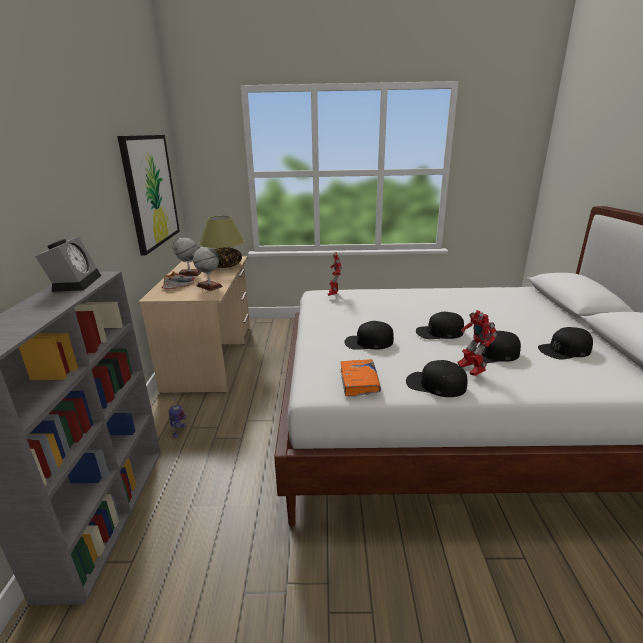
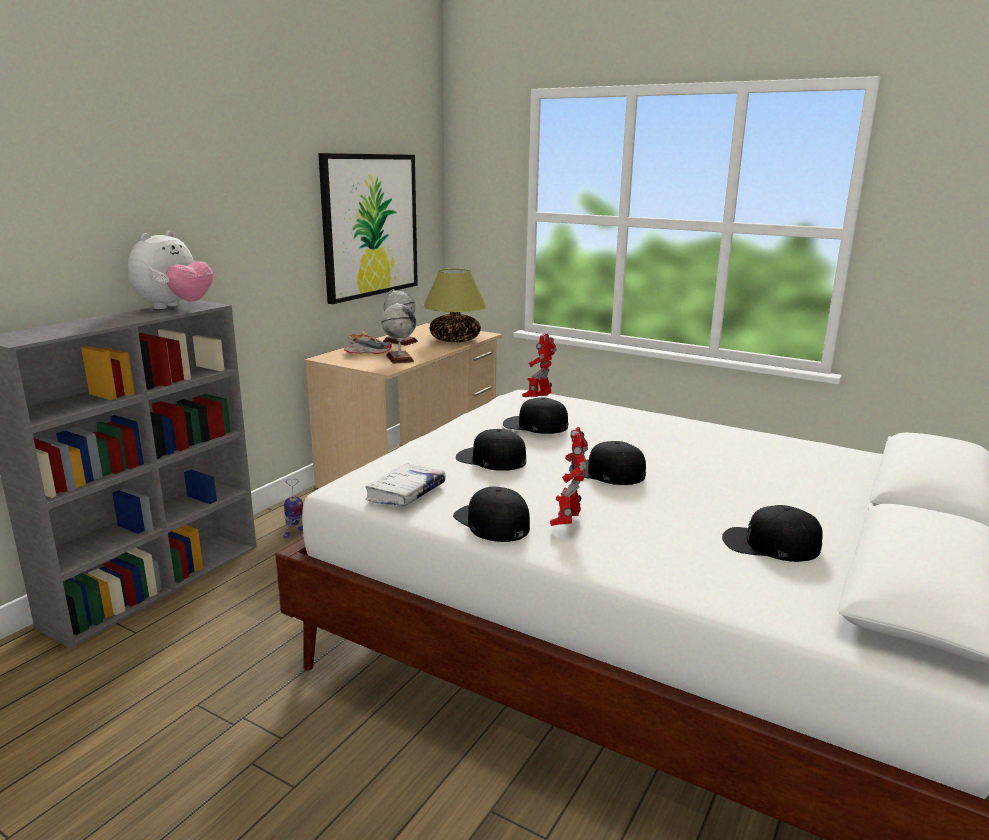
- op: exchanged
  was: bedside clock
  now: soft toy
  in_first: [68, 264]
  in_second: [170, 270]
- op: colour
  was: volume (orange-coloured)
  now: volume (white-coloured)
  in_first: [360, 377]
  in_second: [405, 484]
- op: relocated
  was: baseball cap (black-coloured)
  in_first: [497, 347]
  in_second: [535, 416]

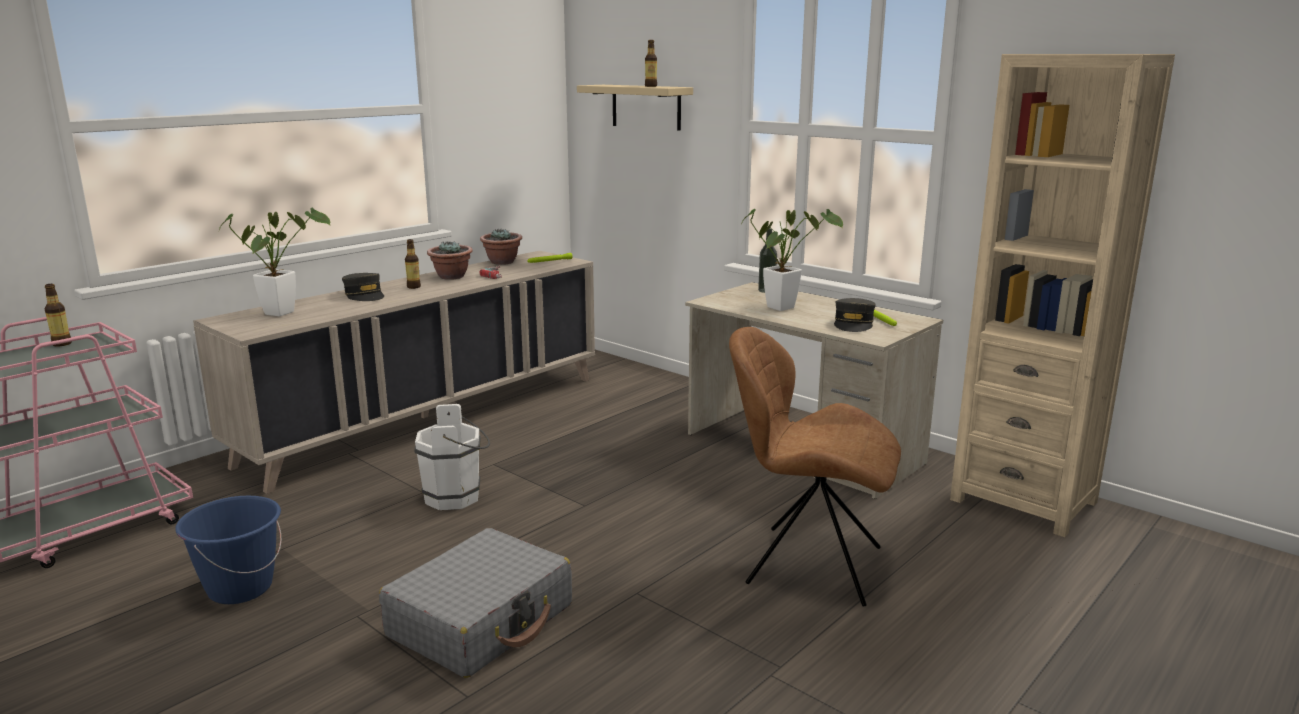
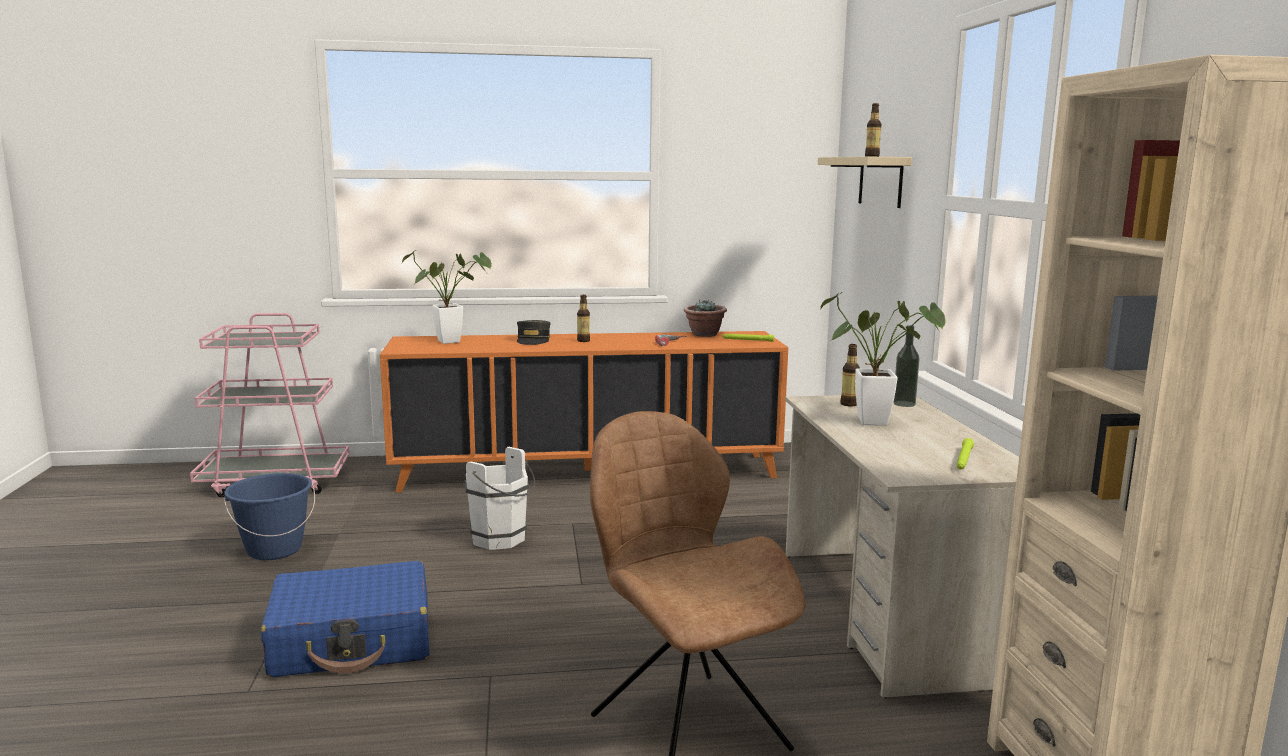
- op: colour
  was: travel case (greyish)
  now: travel case (blue)
  in_first: [475, 603]
  in_second: [345, 619]
- op: colour
  was: cabinet (beige)
  now: cabinet (orange-coloured)
  in_first: [394, 372]
  in_second: [584, 411]
- op: relocated
  was: drink bottle
  in_first: [58, 315]
  in_second: [850, 375]
- op: missing
  was: potted plant
  in_first: [450, 260]
- op: missing
  was: baseball cap (greyish)
  in_first: [855, 315]

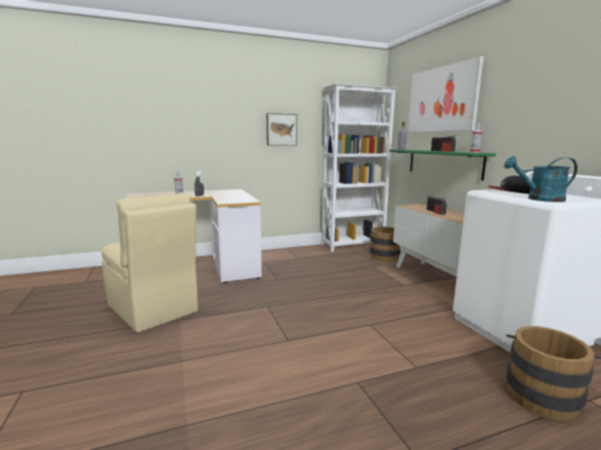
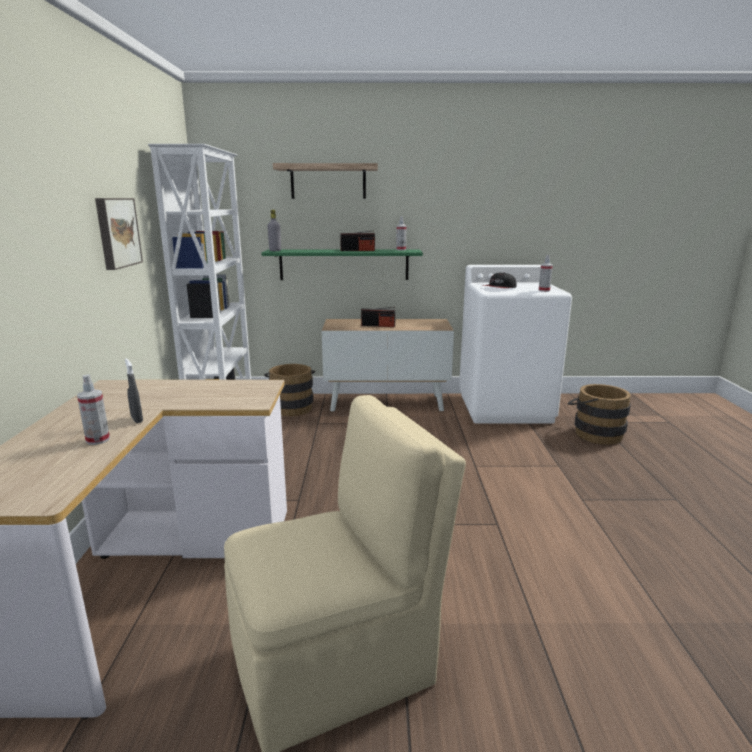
- op: exchanged
  was: wall picture
  now: shelf
  in_first: [446, 94]
  in_second: [325, 181]
- op: exchanged
  was: watering pot (turquoise-coloured)
  now: sprayer
  in_first: [541, 179]
  in_second: [546, 273]

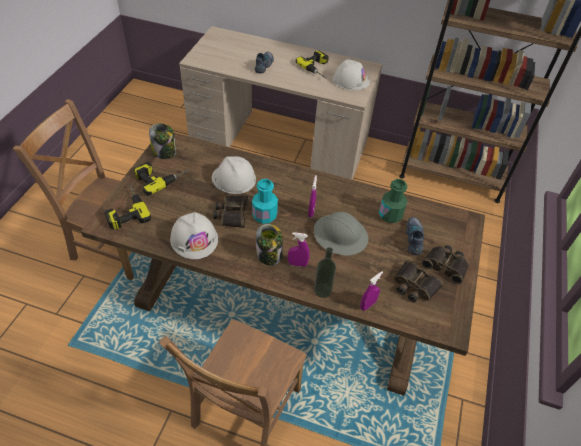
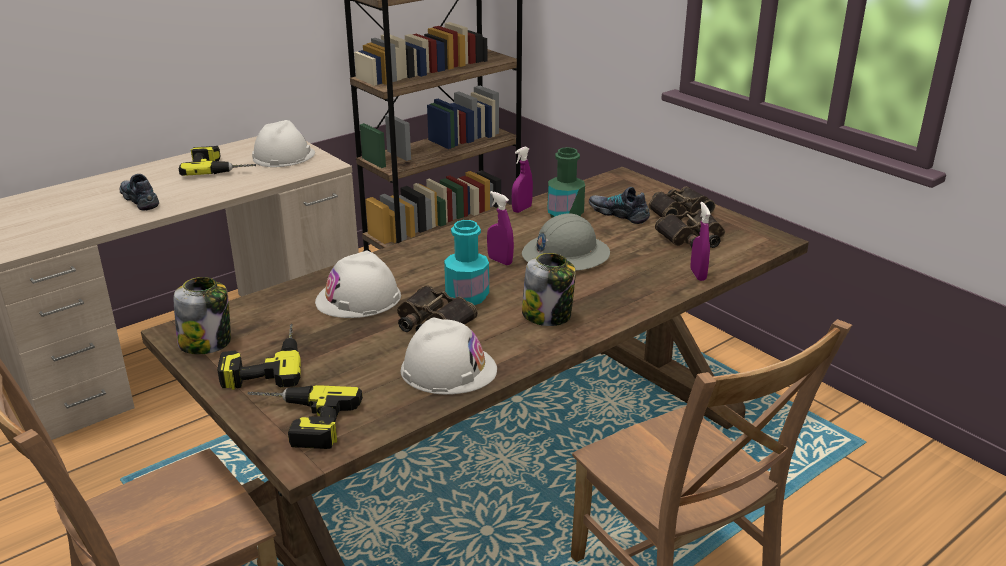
- op: relocated
  was: sprayer (purple-coloured)
  in_first: [299, 249]
  in_second: [522, 180]
- op: missing
  was: drink bottle
  in_first: [325, 272]

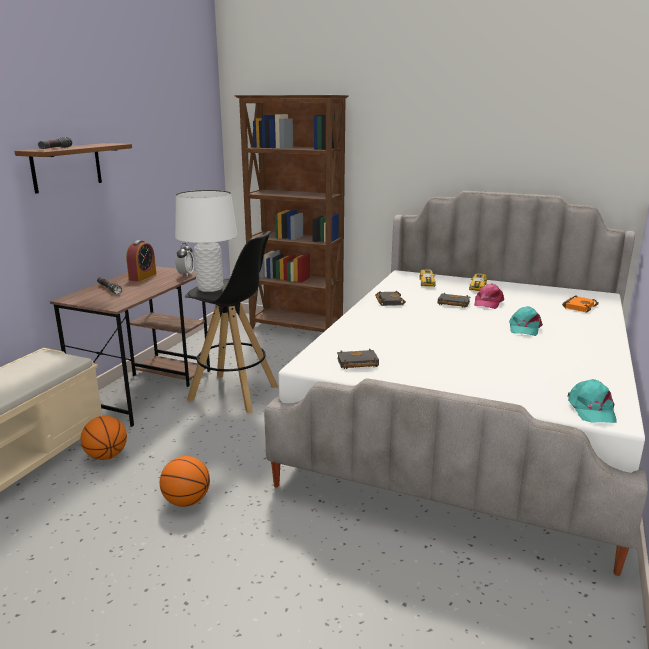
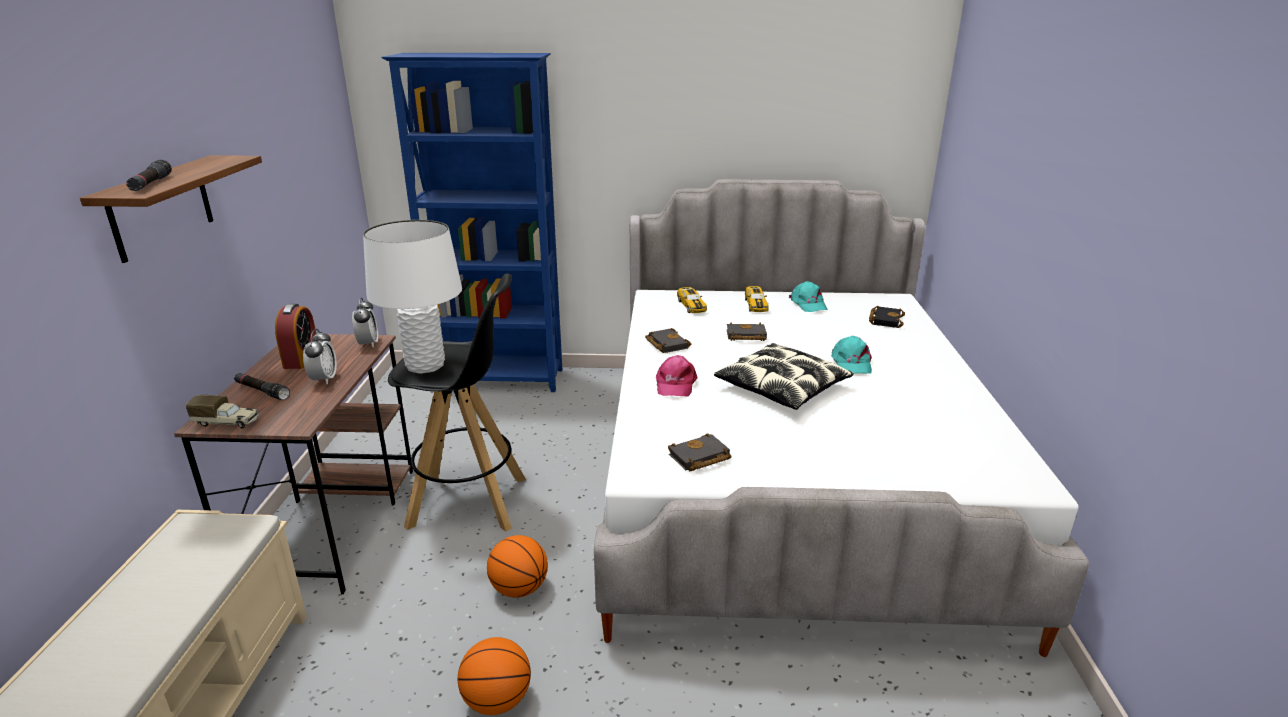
- op: appeared
  now: model truck
  in_second: [222, 412]
- op: appeared
  now: bedside clock
  in_second: [320, 356]
- op: colour
  was: shelving unit (brown-coloured)
  now: shelving unit (blue)
  in_first: [292, 213]
  in_second: [471, 222]
- op: relocated
  was: basketball
  in_first: [104, 438]
  in_second: [517, 566]
- op: relocated
  was: baseball cap (pinkish)
  in_first: [489, 296]
  in_second: [677, 375]
- op: appeared
  now: pillow
  in_second: [784, 376]
- op: relocated
  was: baseball cap (turquoise-coloured)
  in_first: [591, 401]
  in_second: [808, 296]
- op: colour
  was: volume (orange-coloured)
  now: volume (black-coloured)
  in_first: [580, 303]
  in_second: [887, 317]

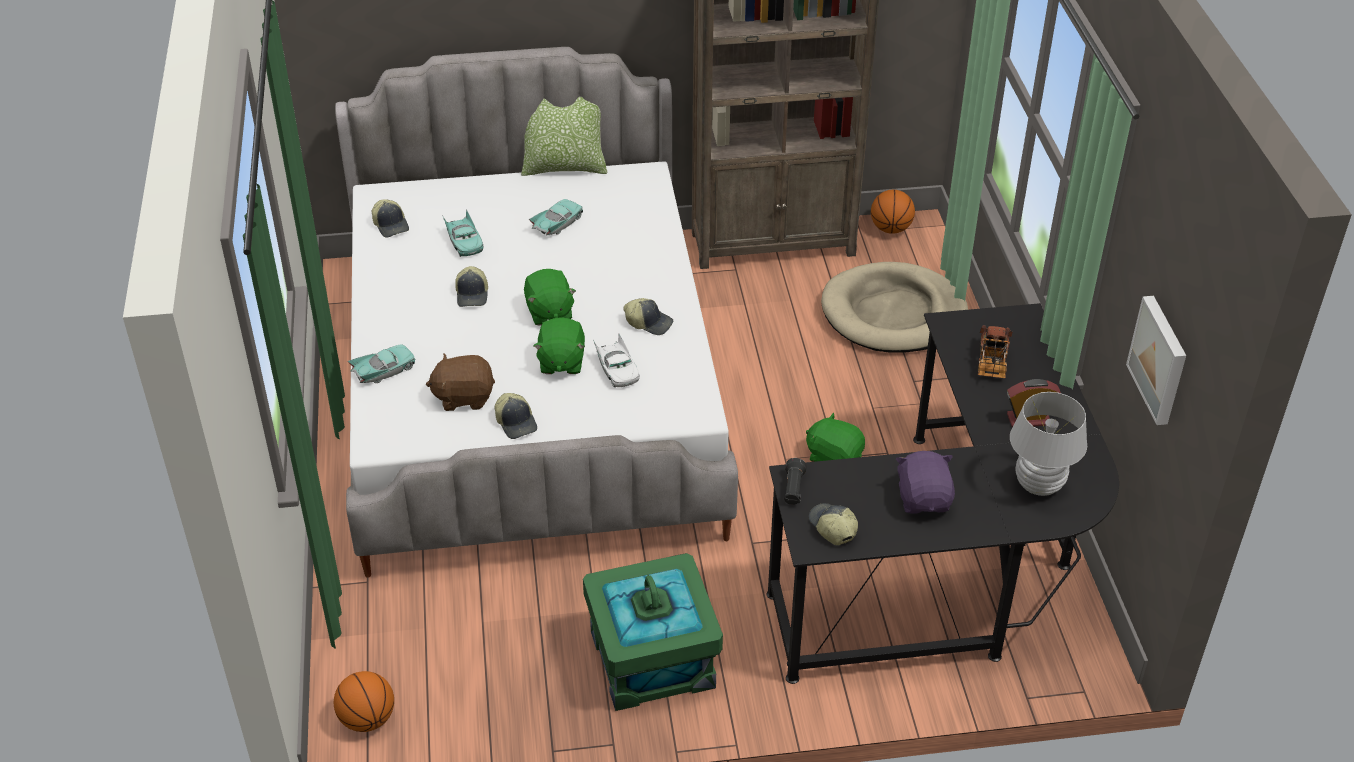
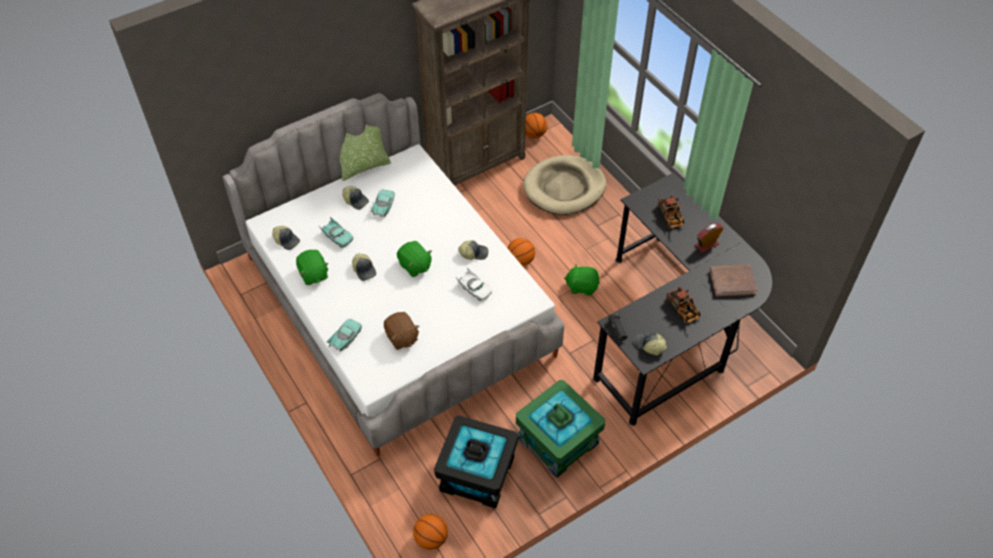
- op: relocated
  was: soft toy (green-coloured)
  in_first: [559, 345]
  in_second: [312, 267]
- op: relocated
  was: baseball cap
  in_first: [515, 416]
  in_second: [355, 198]
- op: spun
  was: soft toy (brown-coloured)
  in_first: [460, 382]
  in_second: [401, 331]
  clockwise: -90
- op: appeared
  now: storage bin (black-coloured)
  in_second: [476, 461]
- op: appeared
  now: basketball
  in_second: [521, 252]
- op: exchanged
  was: soft toy (purple-coloured)
  now: model truck
  in_first: [925, 482]
  in_second: [683, 304]
- op: exchanged
  was: tabletop lamp (white-coloured)
  now: volume (brown-coloured)
  in_first: [1048, 444]
  in_second: [734, 280]
- op: missing
  was: wall picture
  in_first: [1156, 360]

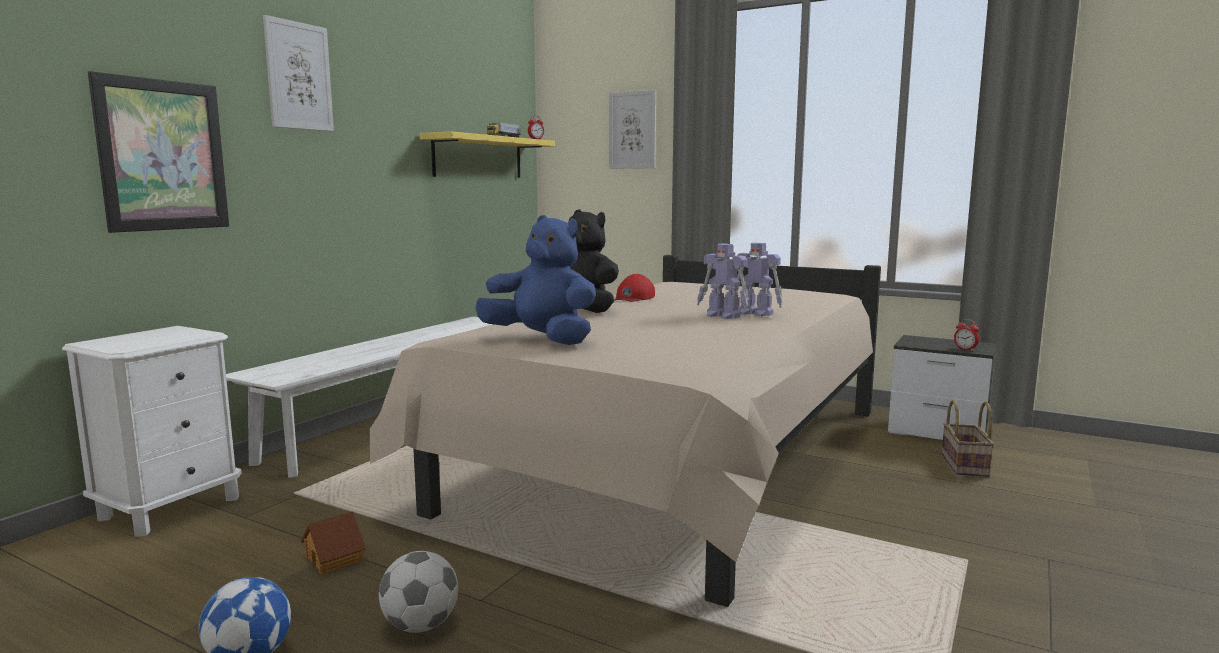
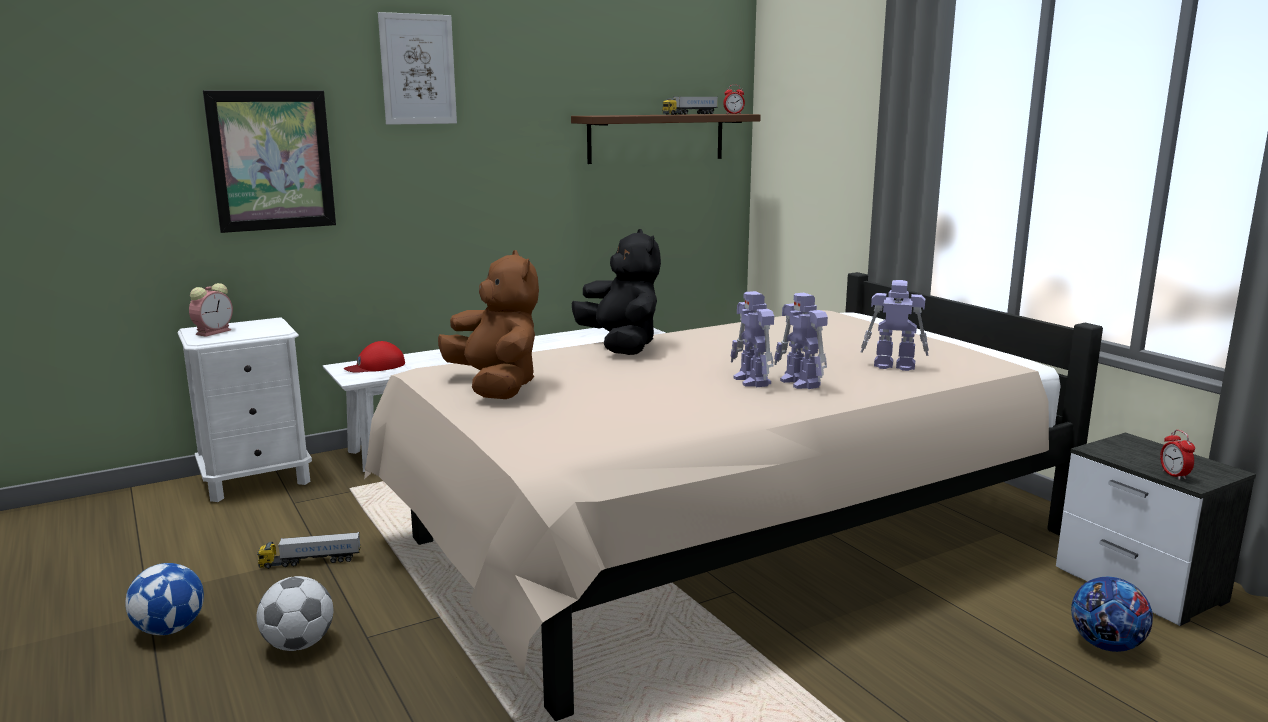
- op: appeared
  now: bedside clock
  in_second: [211, 310]
- op: exchanged
  was: model house
  now: model truck
  in_first: [333, 543]
  in_second: [309, 550]
- op: relocated
  was: baseball cap (red-coloured)
  in_first: [634, 288]
  in_second: [374, 357]
- op: colour
  was: soft toy (blue)
  now: soft toy (brown-coloured)
  in_first: [535, 280]
  in_second: [488, 324]
- op: colour
  was: shelf (yellowish)
  now: shelf (brown-coloured)
  in_first: [487, 154]
  in_second: [666, 139]
- op: appeared
  now: toy robot
  in_second: [895, 325]
- op: exchanged
  was: storage basket
  now: football
  in_first: [968, 438]
  in_second: [1112, 614]
- op: missing
  was: wall picture
  in_first: [632, 129]

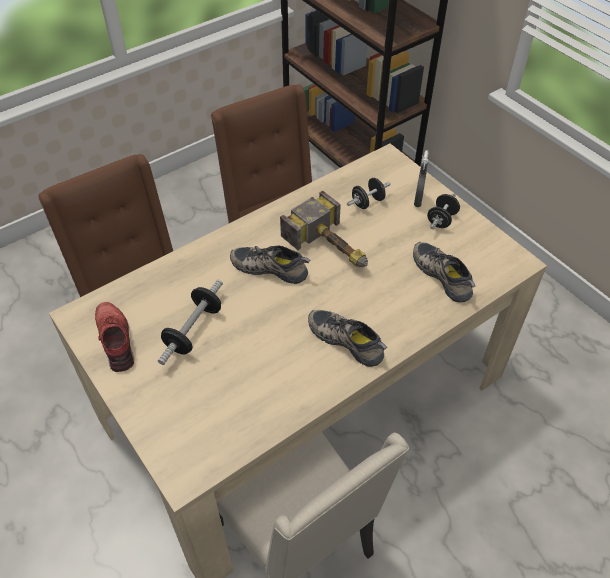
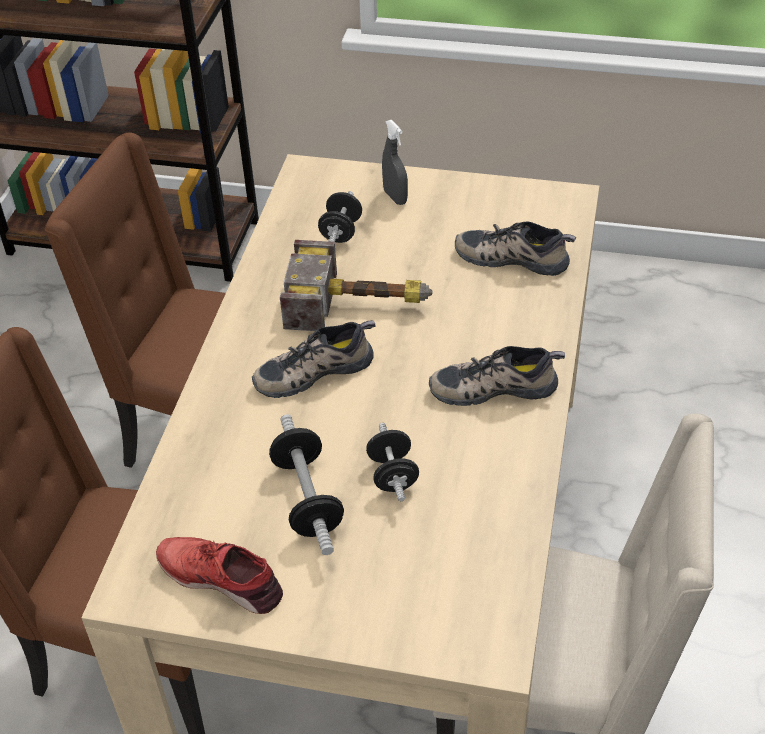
- op: relocated
  was: dumbbell (black-coloured)
  in_first: [443, 211]
  in_second: [392, 462]

